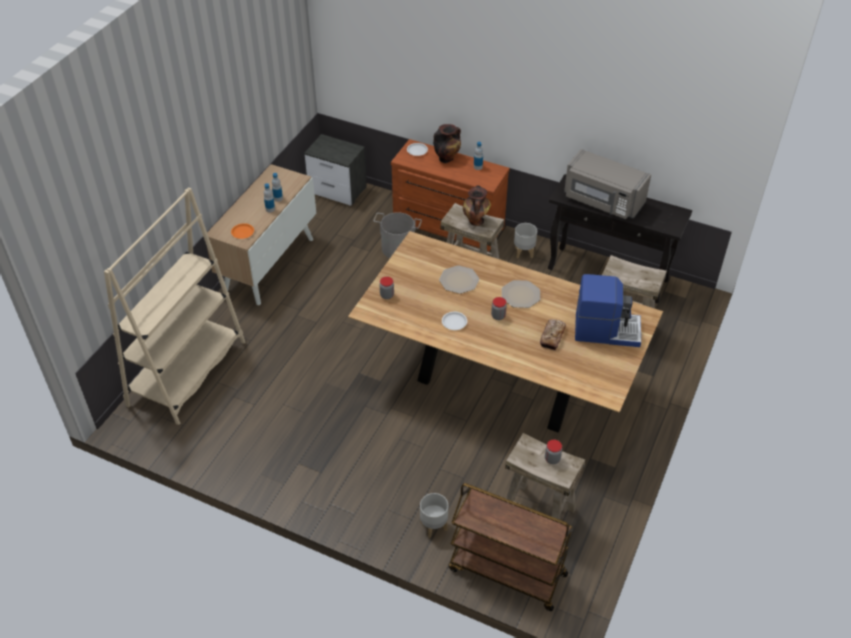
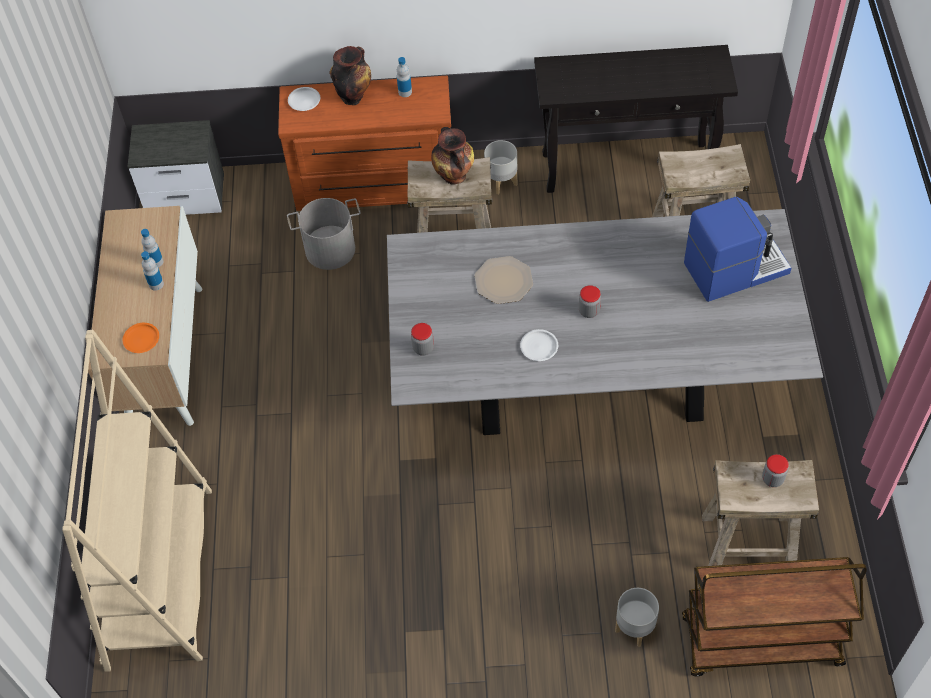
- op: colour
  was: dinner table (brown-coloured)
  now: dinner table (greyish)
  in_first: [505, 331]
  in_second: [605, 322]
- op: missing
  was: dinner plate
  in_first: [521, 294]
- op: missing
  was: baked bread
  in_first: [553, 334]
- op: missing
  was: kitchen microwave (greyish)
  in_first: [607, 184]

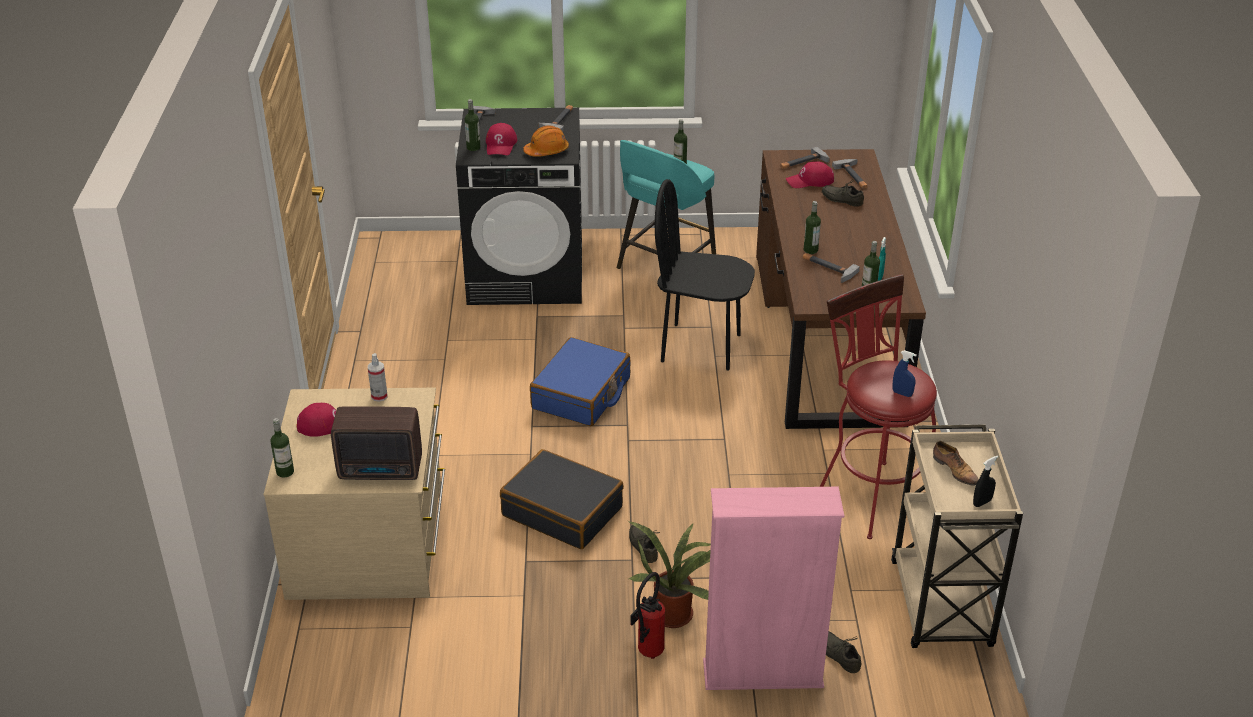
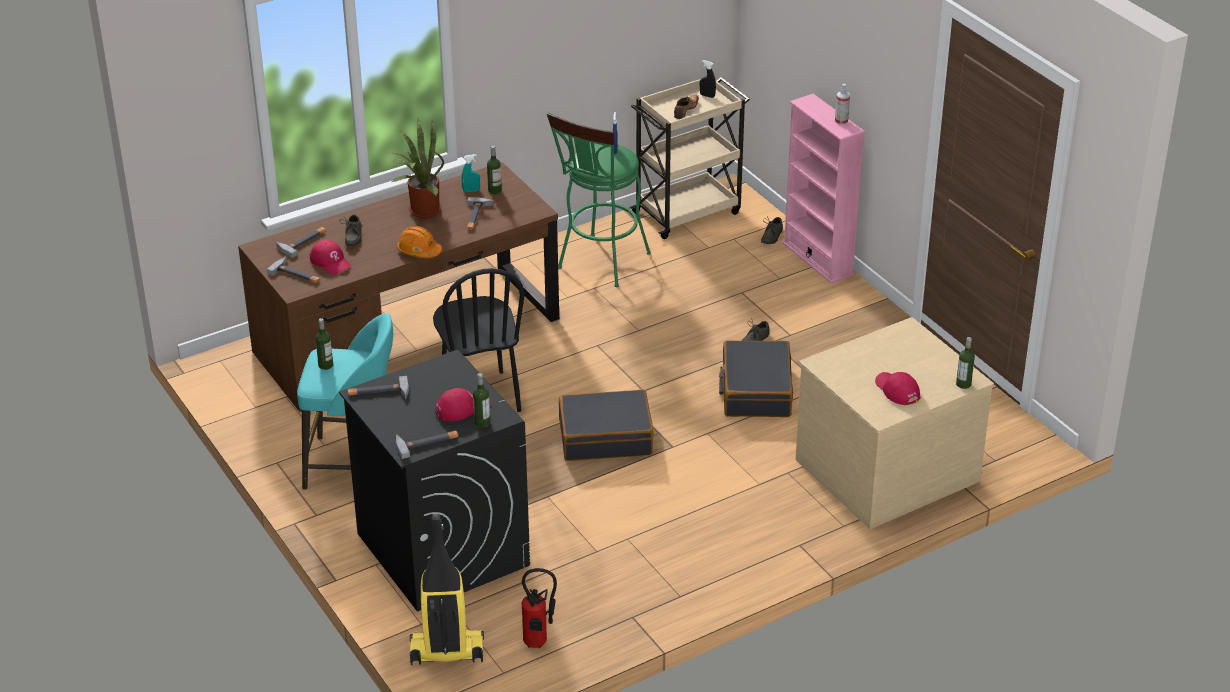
- op: relocated
  was: potted plant
  in_first: [669, 574]
  in_second: [416, 168]
- op: relocated
  was: safety helmet (orange-coloured)
  in_first: [546, 141]
  in_second: [419, 242]
- op: appeared
  now: vacuum
  in_second: [447, 589]
- op: relocated
  was: fire extinguisher
  in_first: [647, 615]
  in_second: [539, 608]
- op: colour
  was: stool (red-coloured)
  now: stool (green-coloured)
  in_first: [878, 406]
  in_second: [599, 200]
- op: colour
  was: travel case (blue)
  now: travel case (black-coloured)
  in_first: [580, 381]
  in_second: [606, 425]
- op: relocated
  was: sprayer
  in_first: [377, 377]
  in_second: [842, 104]
- op: missing
  was: radio
  in_first: [376, 443]
- op: missing
  was: drink bottle
  in_first: [812, 227]

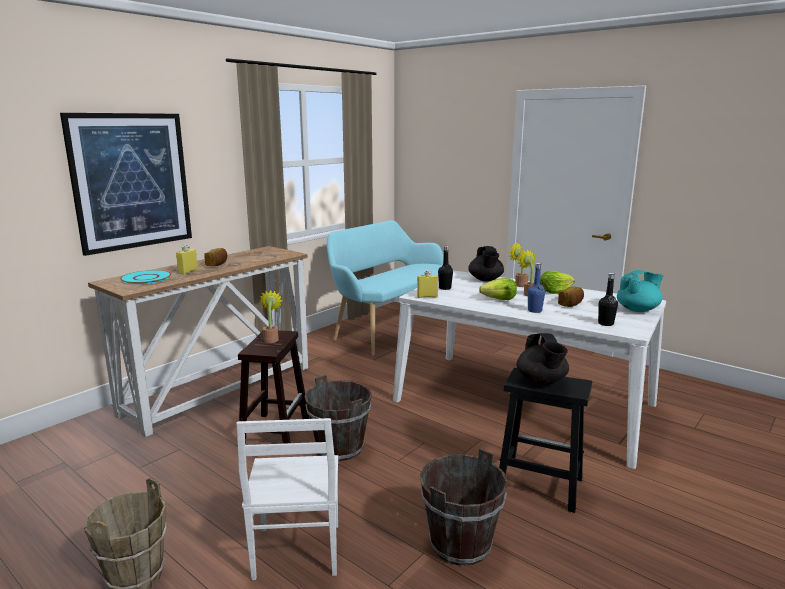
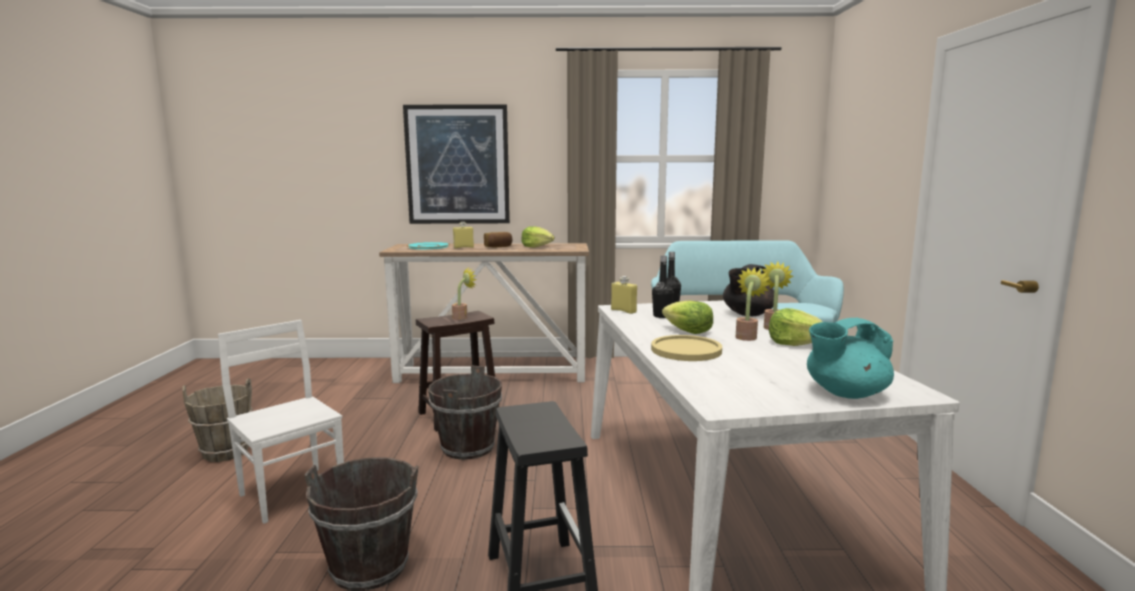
- op: spun
  was: upright chair (white-coloured)
  in_first: [287, 499]
  in_second: [281, 422]
  clockwise: 90
- op: appeared
  now: lettuce
  in_second: [538, 237]
- op: exchanged
  was: drink bottle (blue)
  now: dinner plate (yellowish)
  in_first: [536, 288]
  in_second: [686, 348]
- op: relocated
  was: drink bottle (black-coloured)
  in_first: [608, 299]
  in_second: [662, 287]
- op: spun
  was: tea pot (turquoise-coloured)
  in_first: [640, 291]
  in_second: [850, 358]
  clockwise: 135
- op: missing
  was: tea pot (black-coloured)
  in_first: [543, 359]
- op: missing
  was: baked bread
  in_first: [571, 297]

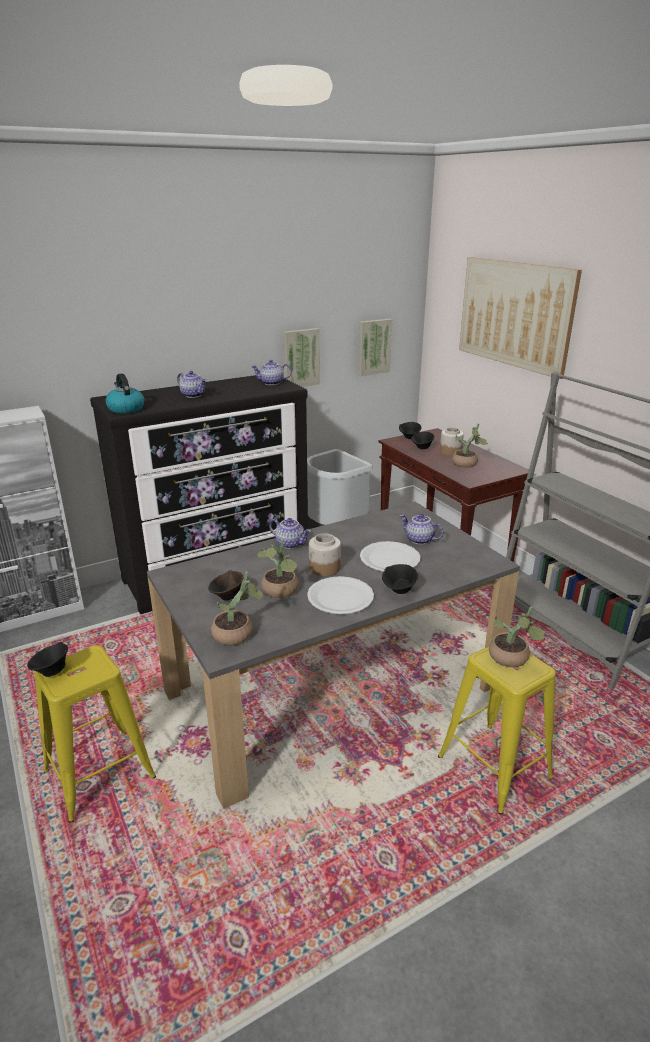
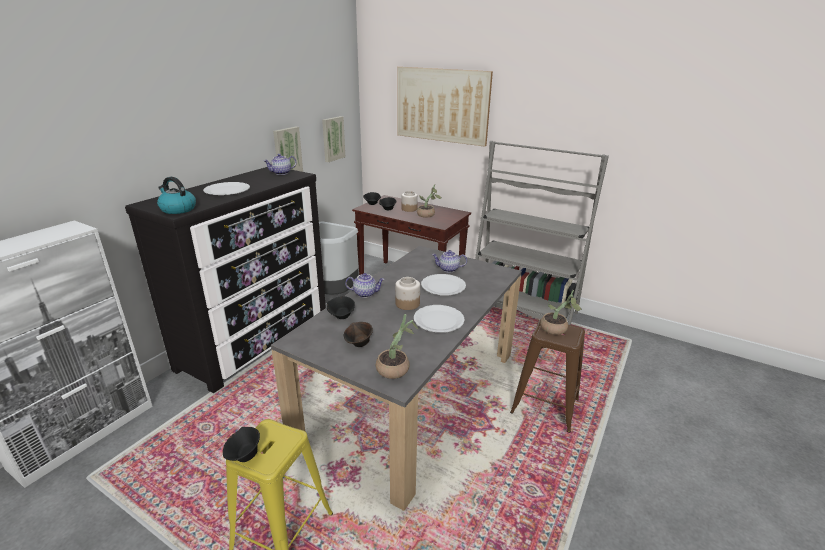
- op: exchanged
  was: tea pot
  now: dinner plate (white-coloured)
  in_first: [192, 384]
  in_second: [226, 188]
- op: relocated
  was: serving bowl (black-coloured)
  in_first: [400, 579]
  in_second: [341, 307]
- op: colour
  was: stool (yellowish)
  now: stool (brown-coloured)
  in_first: [497, 730]
  in_second: [547, 376]
- op: missing
  was: potted plant
  in_first: [277, 568]

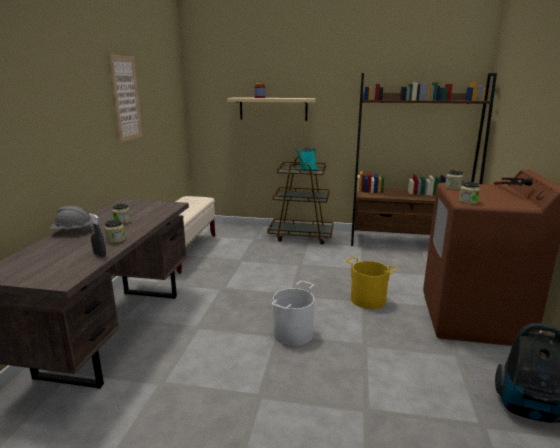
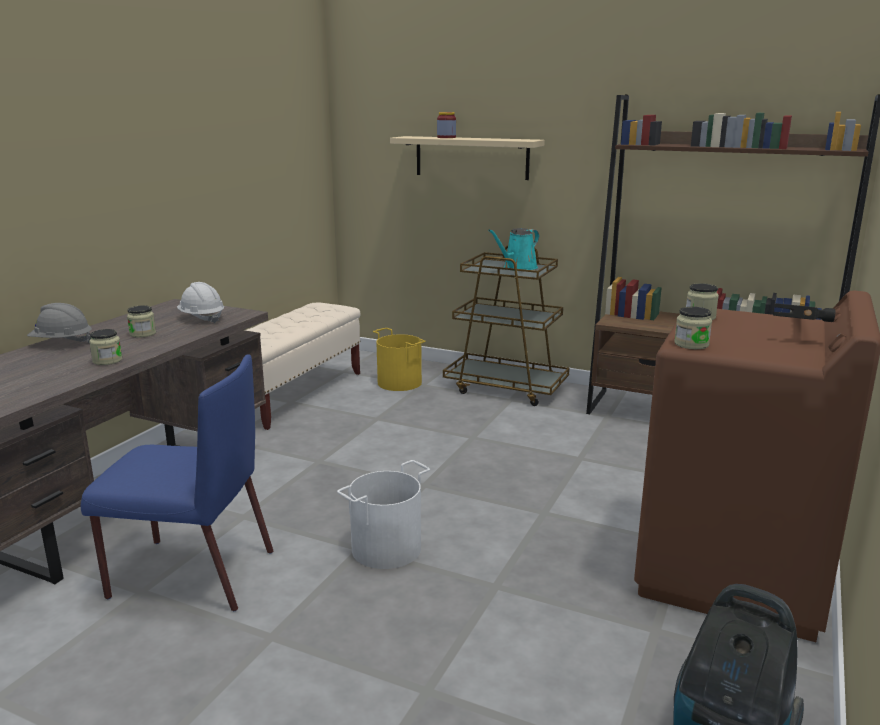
- op: appeared
  now: upright chair (blue)
  in_second: [176, 482]
- op: appeared
  now: safety helmet (white-coloured)
  in_second: [200, 303]
- op: relocated
  was: pail (yellowish)
  in_first: [371, 283]
  in_second: [399, 359]
- op: missing
  was: sprayer (greyish)
  in_first: [97, 235]
- op: missing
  was: wall picture
  in_first: [125, 98]

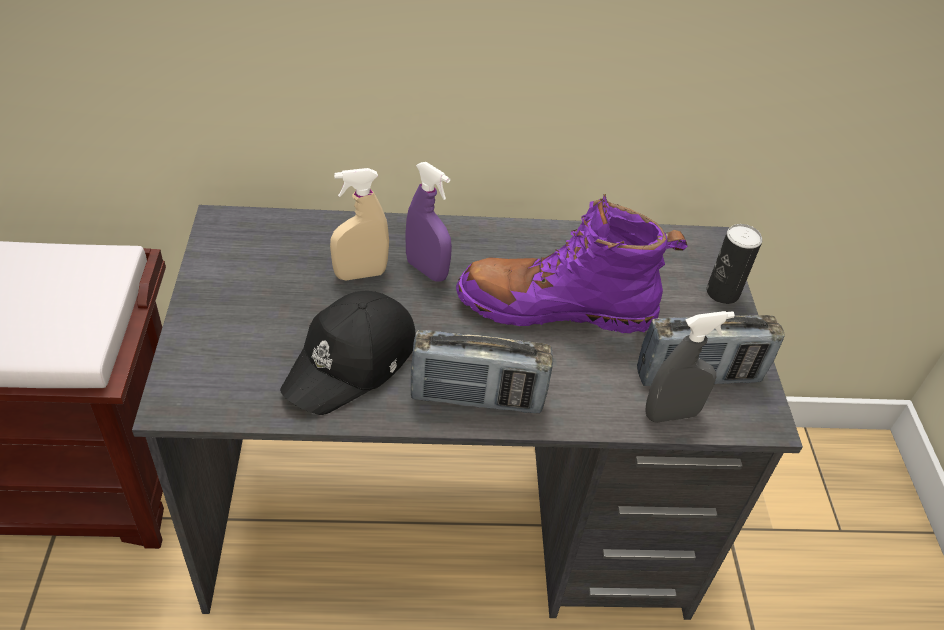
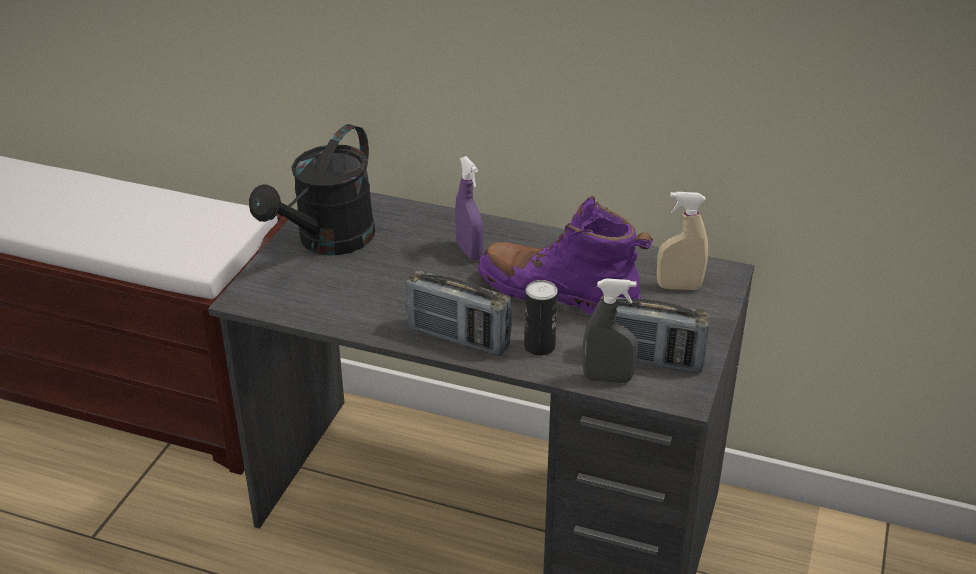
- op: appeared
  now: watering pot (black-coloured)
  in_second: [312, 189]
- op: relocated
  was: metal can
  in_first: [734, 264]
  in_second: [541, 318]
- op: relocated
  was: sprayer (beige)
  in_first: [359, 224]
  in_second: [682, 241]
- op: missing
  was: baseball cap (black-coloured)
  in_first: [348, 353]

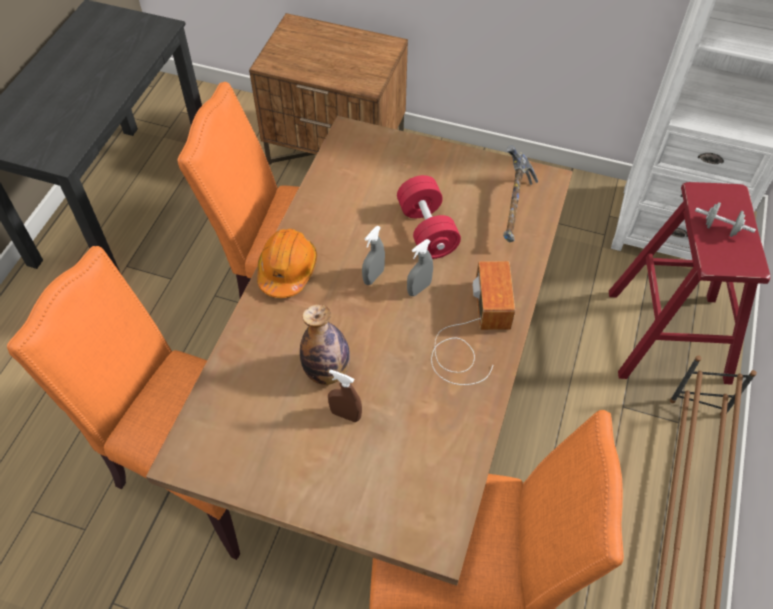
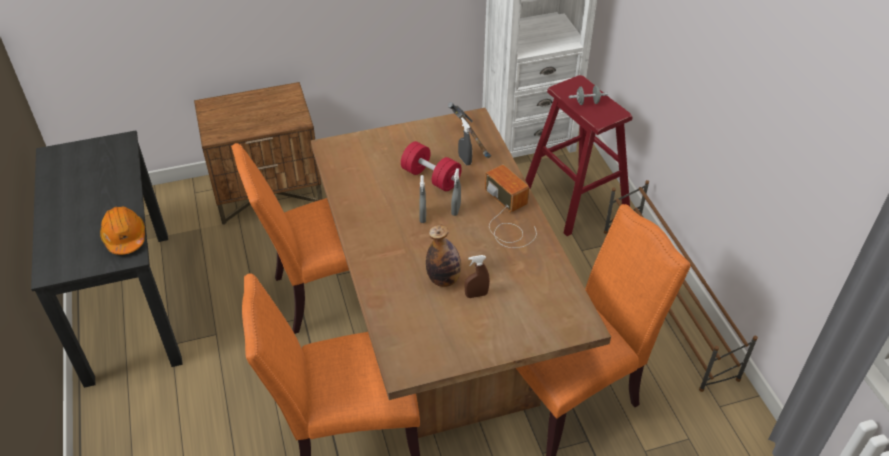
- op: relocated
  was: safety helmet (orange-coloured)
  in_first: [287, 263]
  in_second: [122, 230]
- op: appeared
  now: sprayer (greyish)
  in_second: [465, 142]

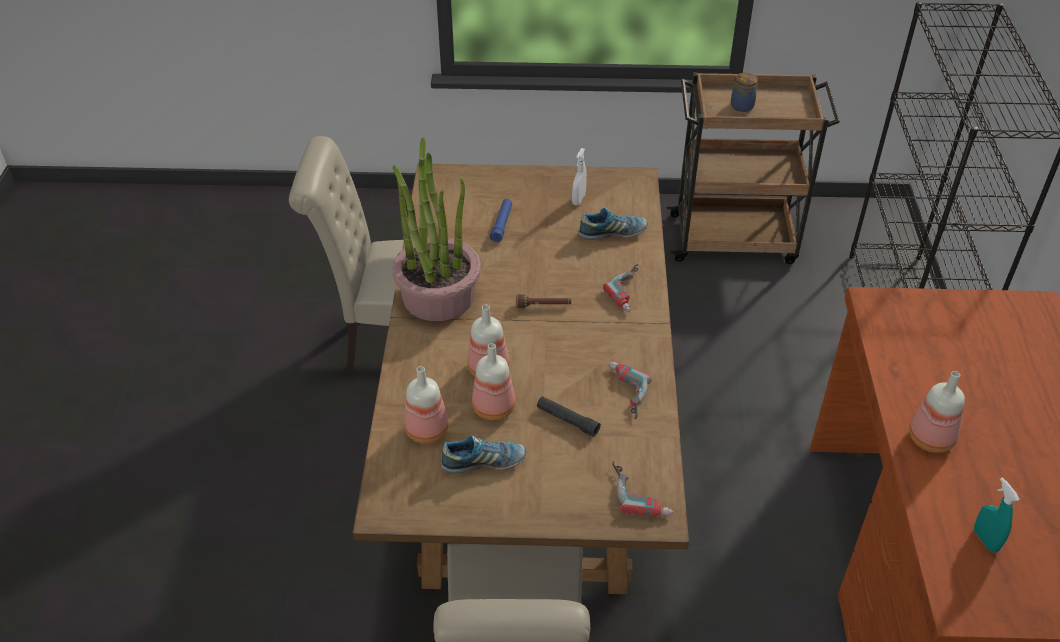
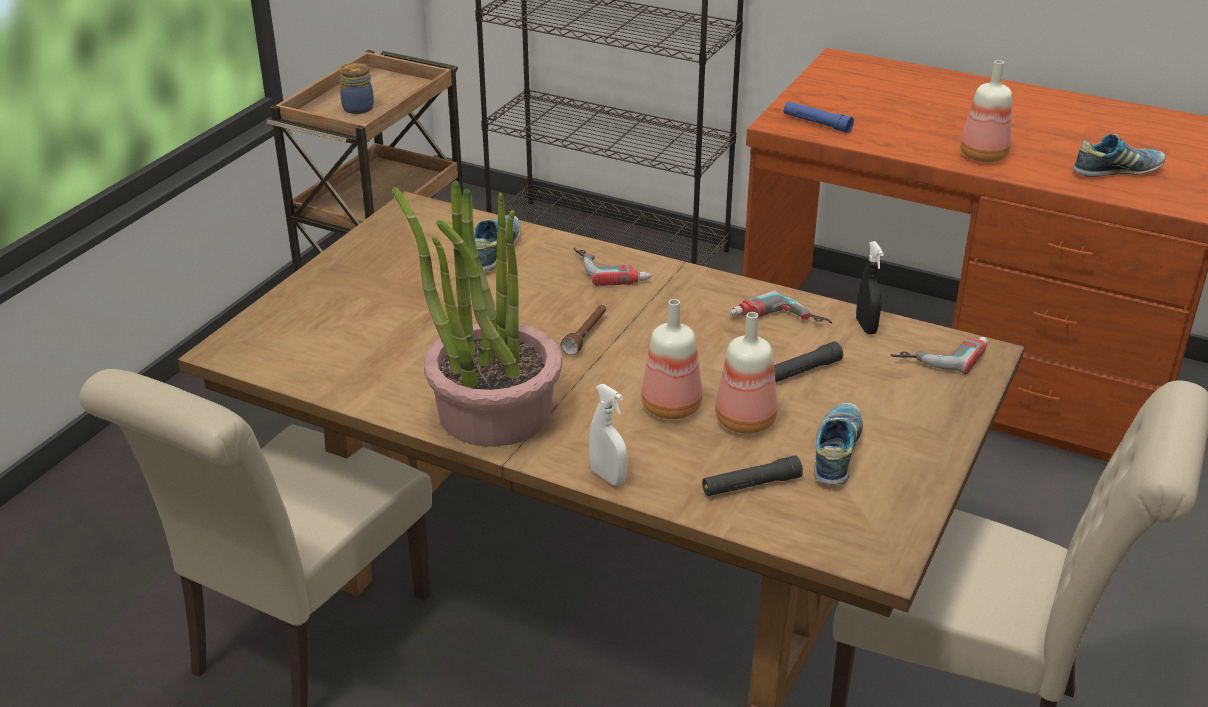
- op: relocated
  was: sprayer (white-coloured)
  in_first: [579, 176]
  in_second: [608, 435]
- op: exchanged
  was: drink bottle
  now: hand torch (black-coloured)
  in_first: [426, 405]
  in_second: [752, 475]
- op: relocated
  was: hand torch (blue)
  in_first: [501, 220]
  in_second: [819, 117]
- op: appeared
  now: sprayer (black-coloured)
  in_second: [870, 287]
- op: exchanged
  was: sprayer (turquoise-coloured)
  now: shoe
  in_first: [997, 515]
  in_second: [1119, 155]

